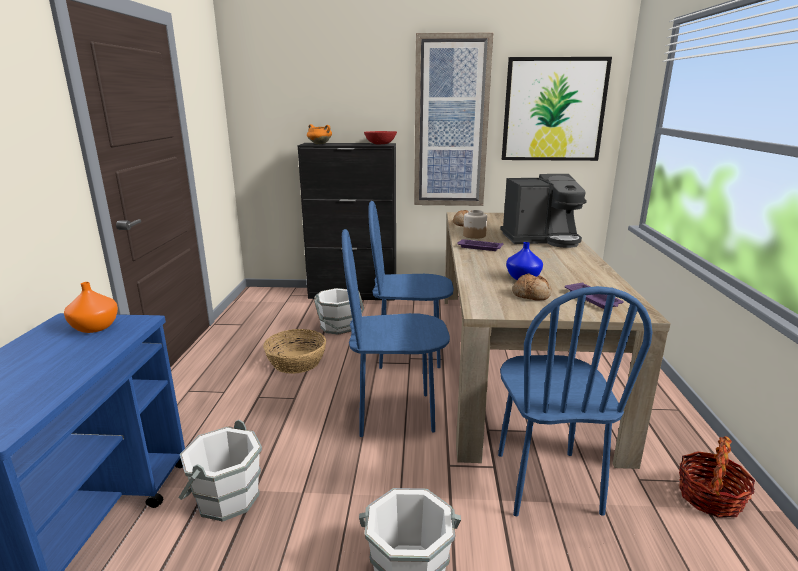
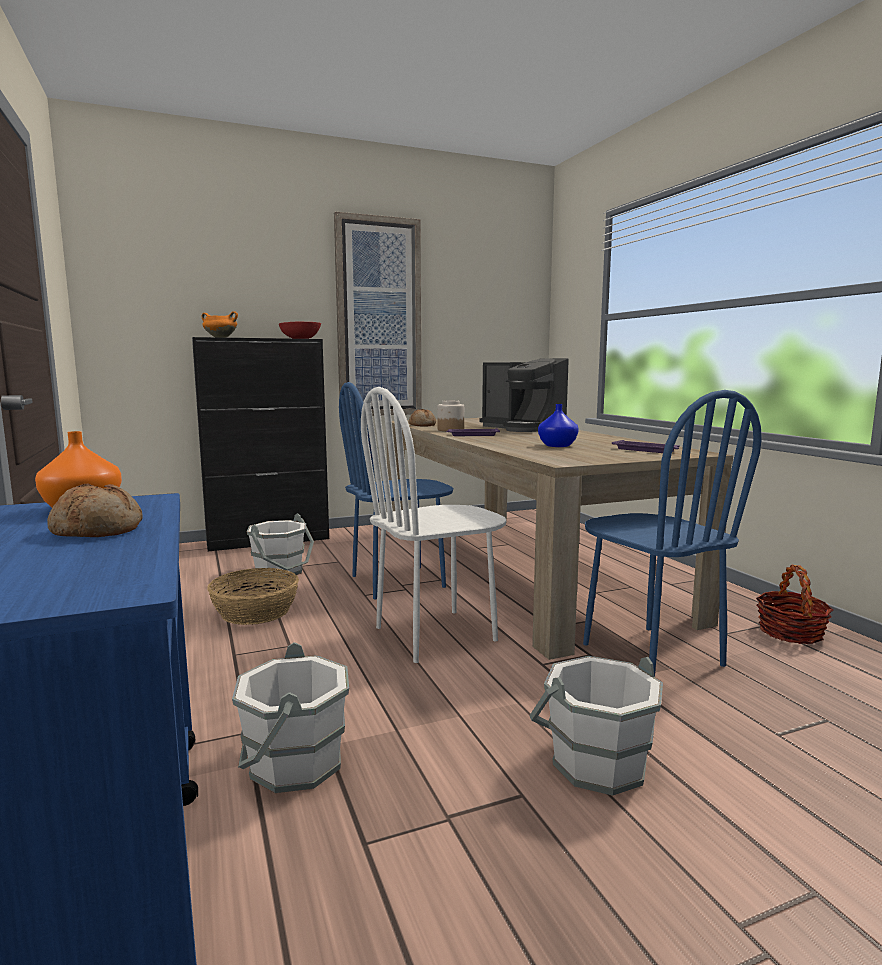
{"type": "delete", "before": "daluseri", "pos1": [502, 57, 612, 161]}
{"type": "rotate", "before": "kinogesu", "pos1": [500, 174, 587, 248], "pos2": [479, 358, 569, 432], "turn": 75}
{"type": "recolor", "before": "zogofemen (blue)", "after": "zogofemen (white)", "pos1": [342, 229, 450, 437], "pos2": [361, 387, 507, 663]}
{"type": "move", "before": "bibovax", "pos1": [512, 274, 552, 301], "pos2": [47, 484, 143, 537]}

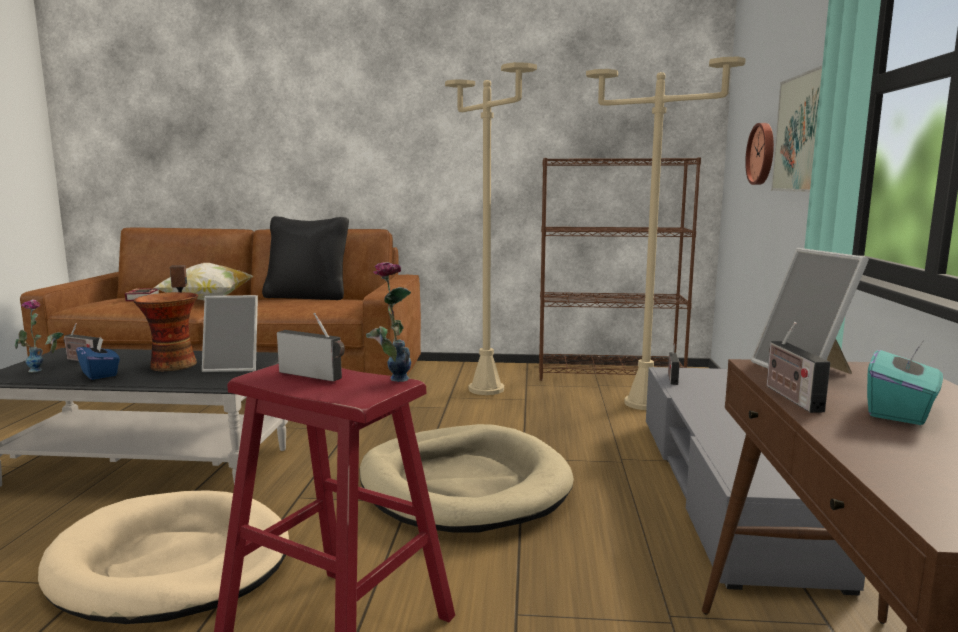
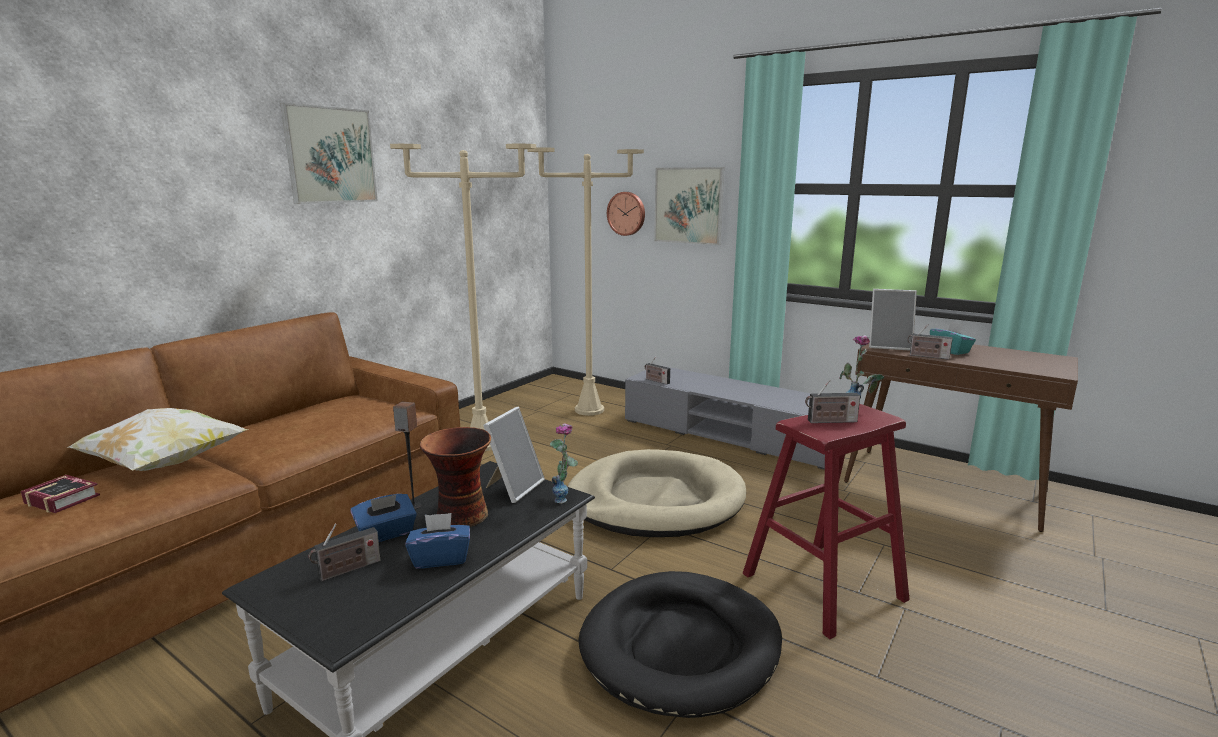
{"type": "delete", "before": "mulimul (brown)", "pos1": [539, 157, 701, 381]}
{"type": "delete", "before": "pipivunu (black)", "pos1": [262, 216, 349, 300]}
{"type": "move", "before": "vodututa", "pos1": [15, 299, 63, 373], "pos2": [550, 423, 578, 504]}
{"type": "rotate", "before": "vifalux", "pos1": [277, 313, 345, 382], "pos2": [805, 380, 860, 423], "turn": -150}
{"type": "recolor", "before": "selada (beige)", "after": "selada (black)", "pos1": [38, 490, 289, 624], "pos2": [578, 571, 782, 718]}
{"type": "insert", "after": "daluseri", "pos2": [280, 103, 378, 204]}
{"type": "insert", "after": "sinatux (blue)", "pos2": [351, 494, 417, 542]}

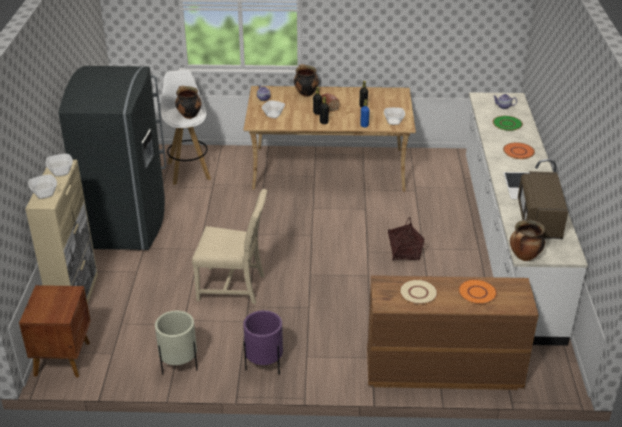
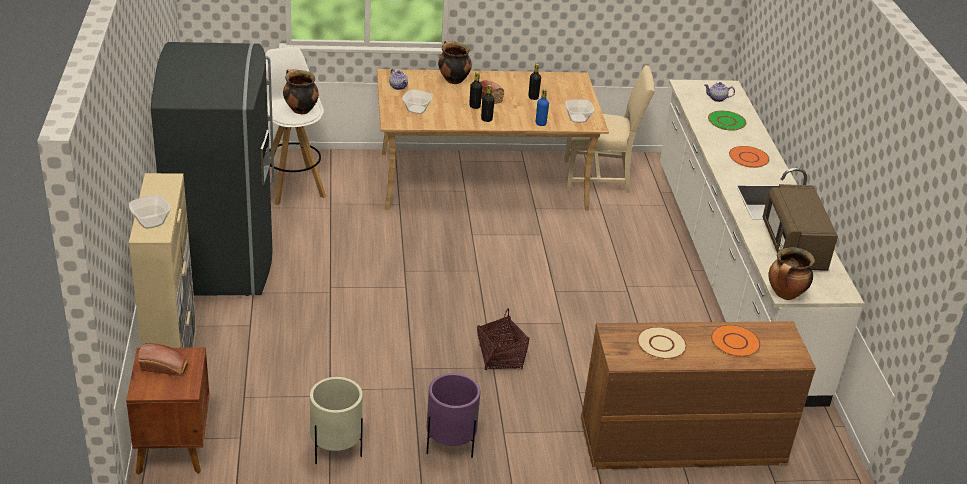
{"type": "delete", "before": "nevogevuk", "pos1": [46, 154, 73, 177]}
{"type": "move", "before": "zogofemen (beige)", "pos1": [192, 189, 268, 304], "pos2": [564, 65, 655, 193]}
{"type": "move", "before": "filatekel", "pos1": [388, 217, 424, 261], "pos2": [477, 308, 530, 370]}
{"type": "insert", "after": "bibovax", "pos2": [138, 343, 188, 376]}

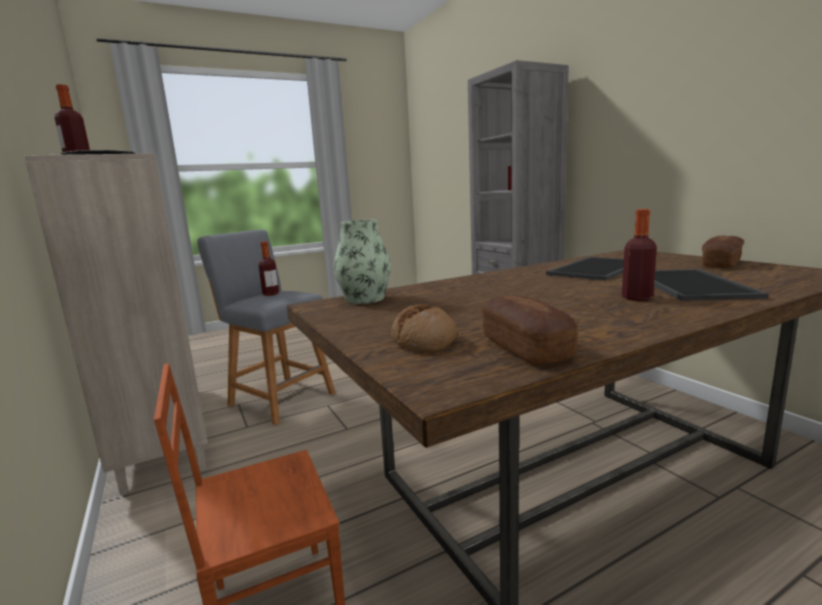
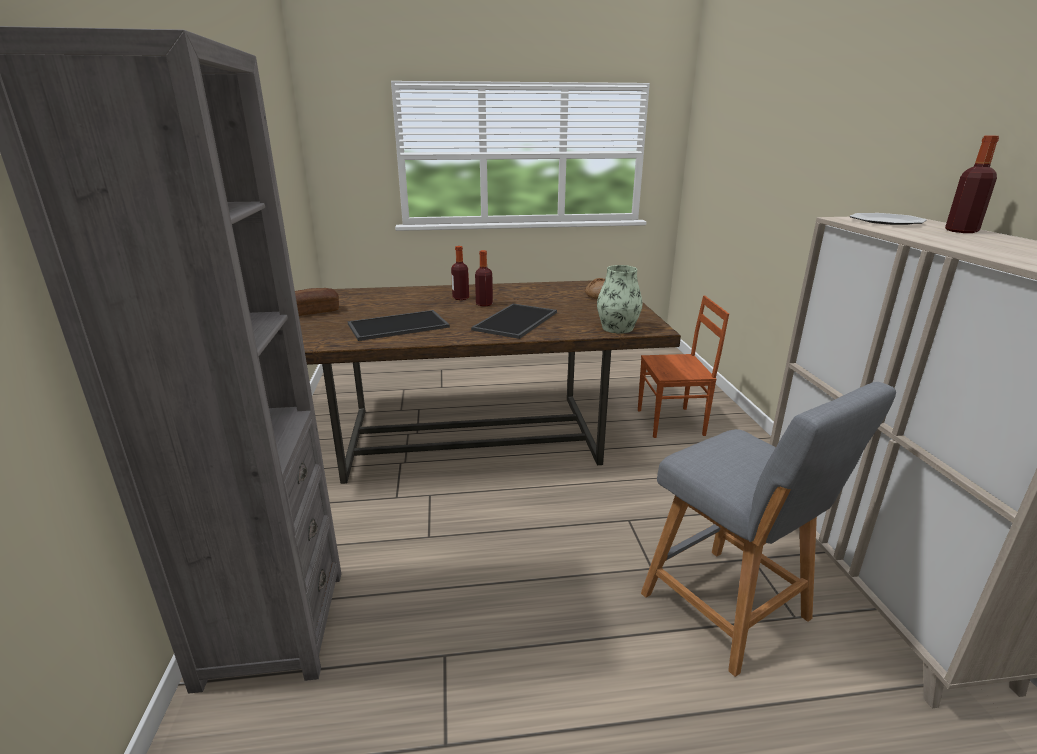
{"type": "move", "before": "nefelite", "pos1": [259, 242, 279, 296], "pos2": [475, 250, 493, 307]}
{"type": "move", "before": "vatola", "pos1": [654, 269, 768, 301], "pos2": [471, 304, 557, 339]}
{"type": "delete", "before": "bibovax", "pos1": [481, 295, 578, 364]}

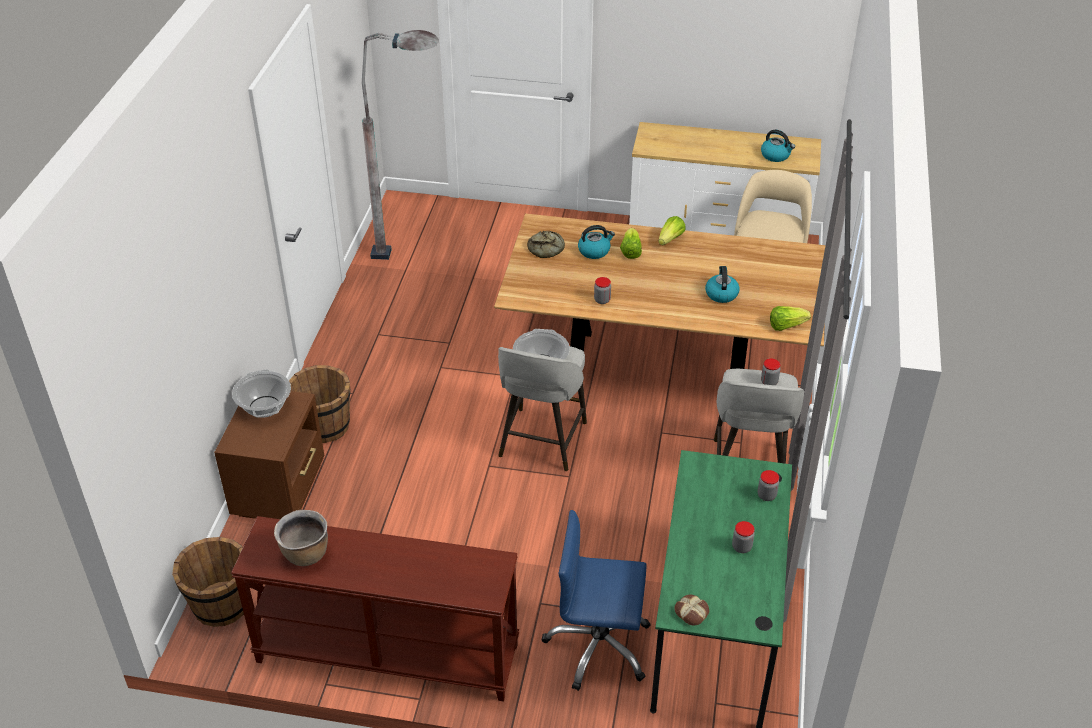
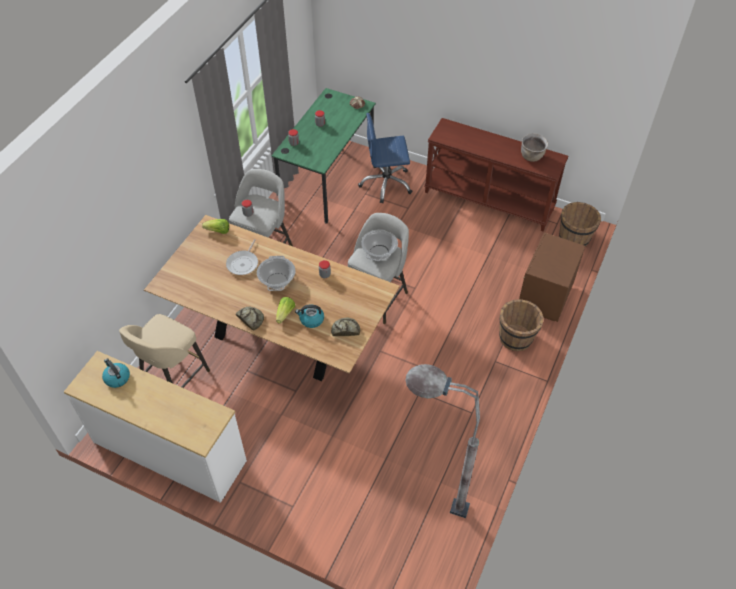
{"type": "replace", "before": "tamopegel", "after": "bibovax", "pos1": [658, 216, 686, 245], "pos2": [236, 307, 264, 331]}
{"type": "replace", "before": "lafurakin", "after": "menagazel", "pos1": [705, 266, 740, 303], "pos2": [226, 239, 258, 275]}
{"type": "move", "before": "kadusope", "pos1": [232, 369, 291, 418], "pos2": [257, 256, 296, 291]}
{"type": "rotate", "before": "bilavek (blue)", "pos1": [542, 510, 650, 691], "pos2": [358, 113, 413, 203], "turn": 150}

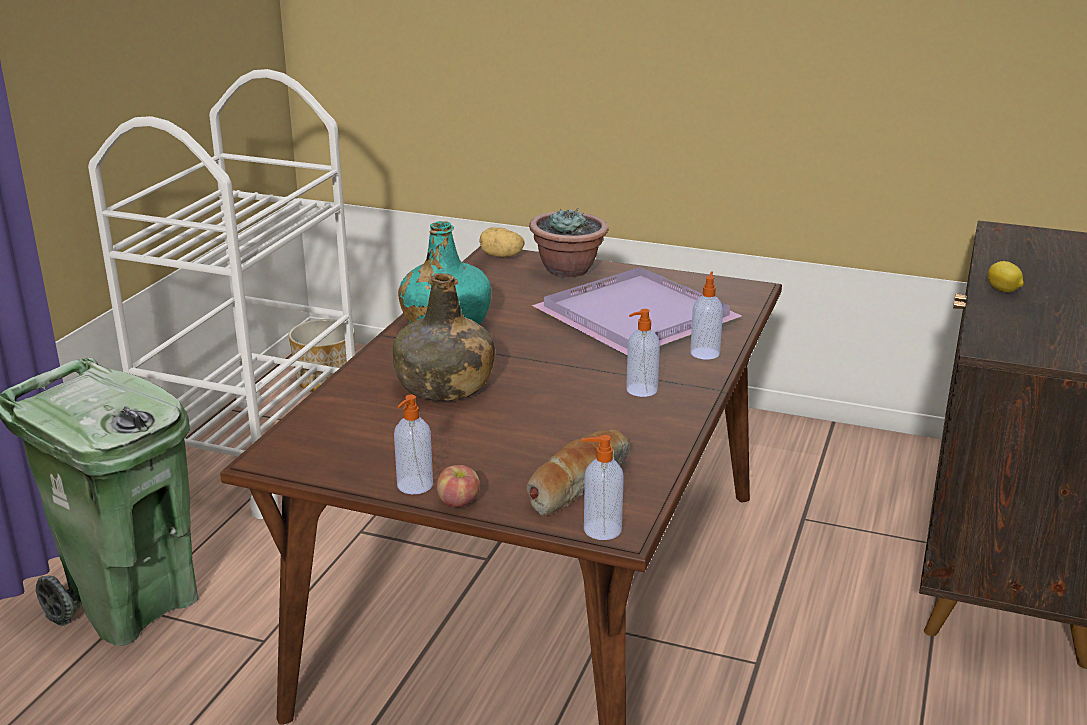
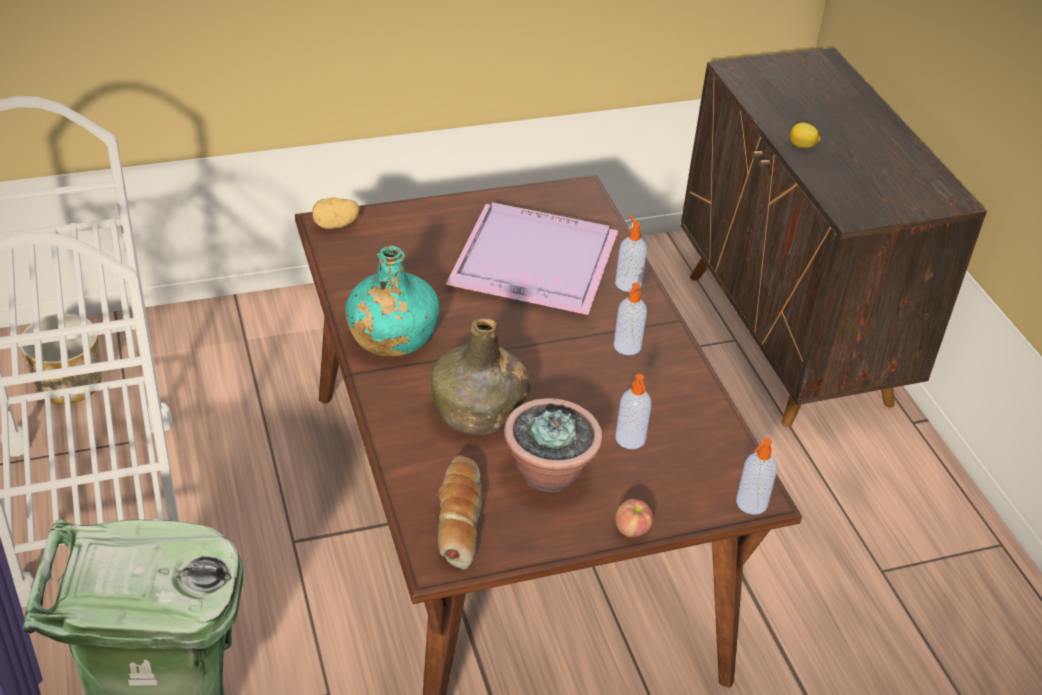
{"type": "move", "before": "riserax", "pos1": [529, 208, 608, 278], "pos2": [504, 398, 603, 492]}
{"type": "move", "before": "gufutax", "pos1": [394, 395, 433, 494], "pos2": [615, 374, 652, 449]}
{"type": "move", "before": "bibovax", "pos1": [526, 430, 629, 516], "pos2": [438, 455, 482, 570]}

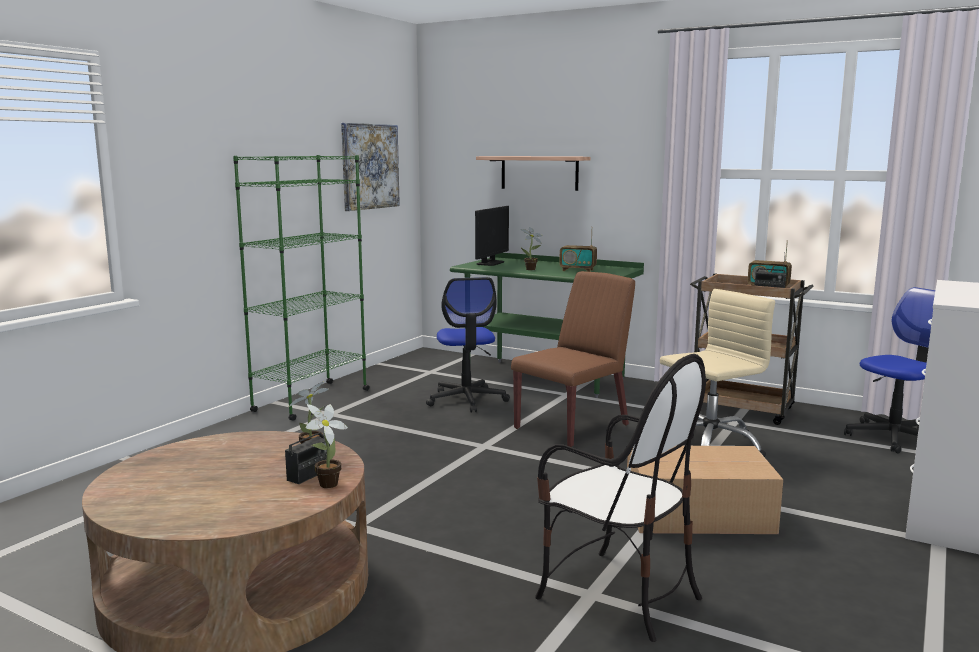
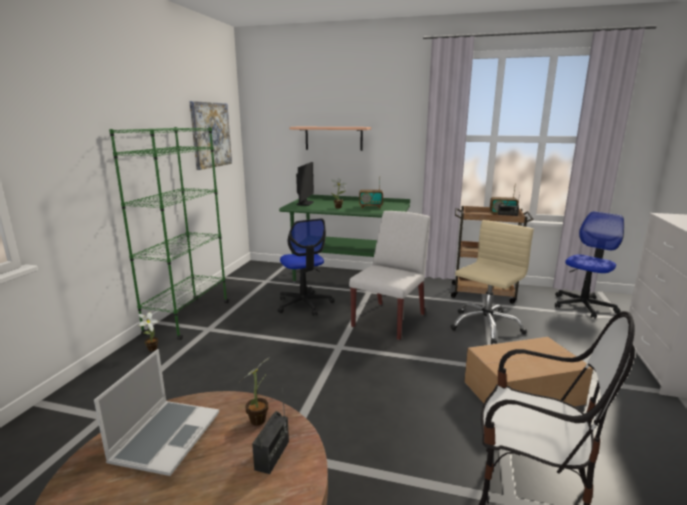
{"type": "recolor", "before": "zogofemen (brown)", "after": "zogofemen (white)", "pos1": [511, 271, 635, 447], "pos2": [349, 211, 430, 340]}
{"type": "move", "before": "riserax", "pos1": [306, 404, 348, 488], "pos2": [138, 312, 160, 351]}
{"type": "insert", "after": "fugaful", "pos2": [94, 349, 219, 476]}

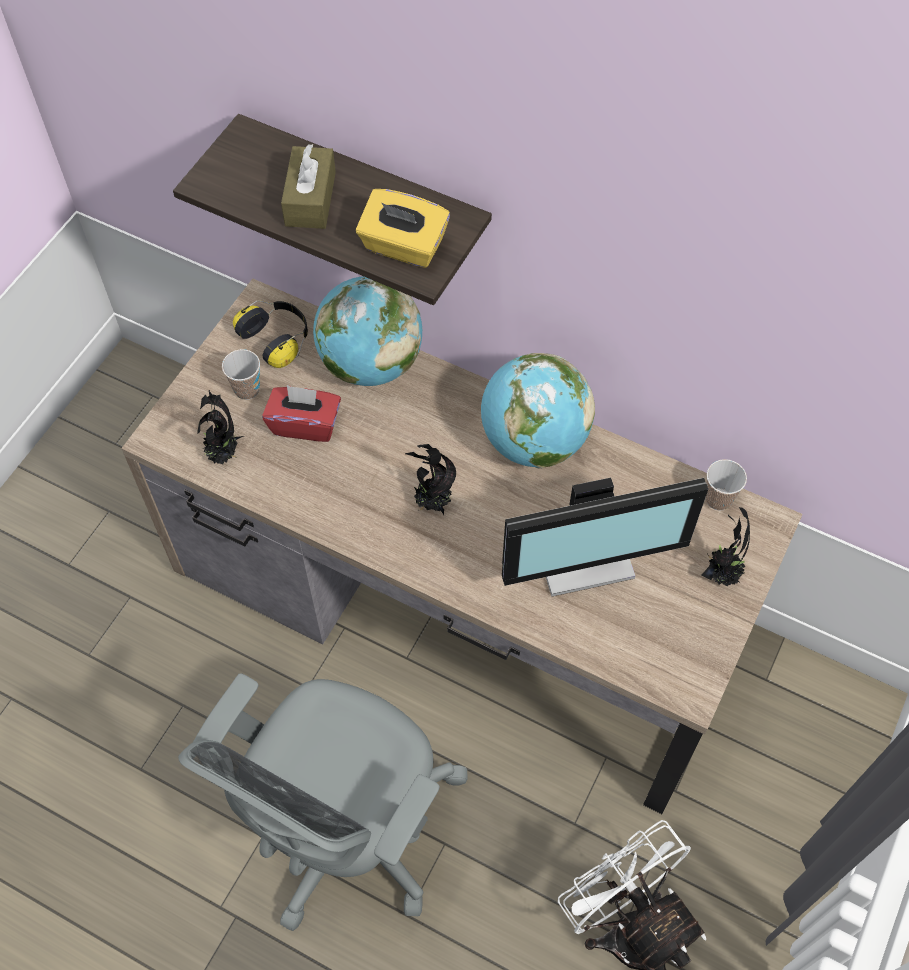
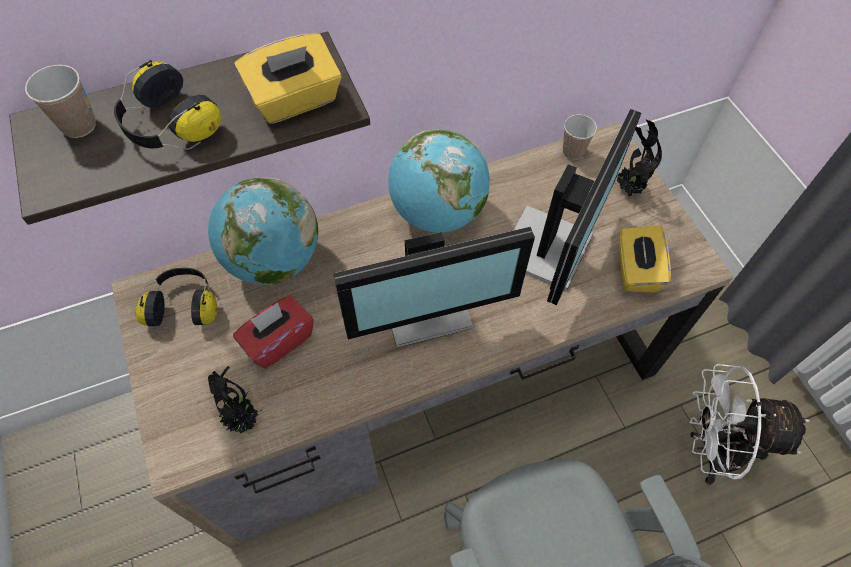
{"type": "replace", "before": "sinatux (brown)", "after": "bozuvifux", "pos1": [281, 144, 336, 229], "pos2": [114, 60, 221, 150]}
{"type": "move", "before": "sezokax", "pos1": [222, 349, 260, 400], "pos2": [25, 65, 96, 138]}
{"type": "replace", "before": "riserax", "after": "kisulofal", "pos1": [404, 444, 456, 515], "pos2": [333, 227, 535, 348]}
{"type": "insert", "after": "sinatux (yellow)", "pos2": [619, 225, 671, 293]}

